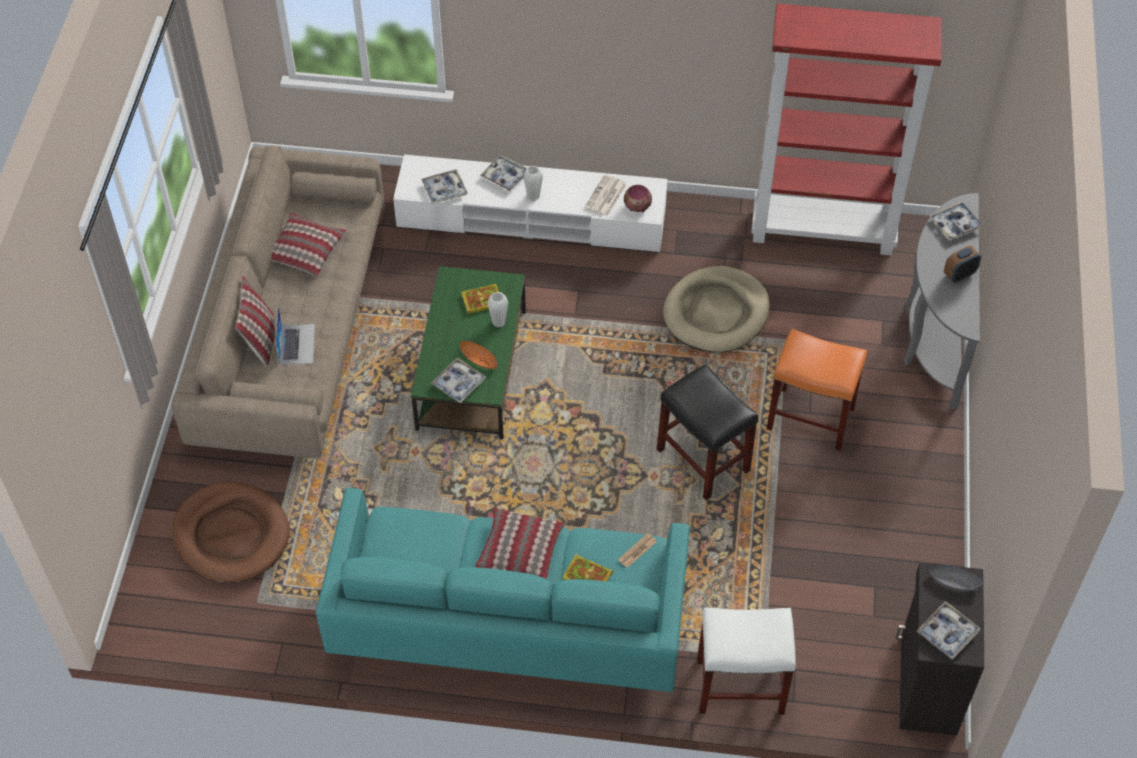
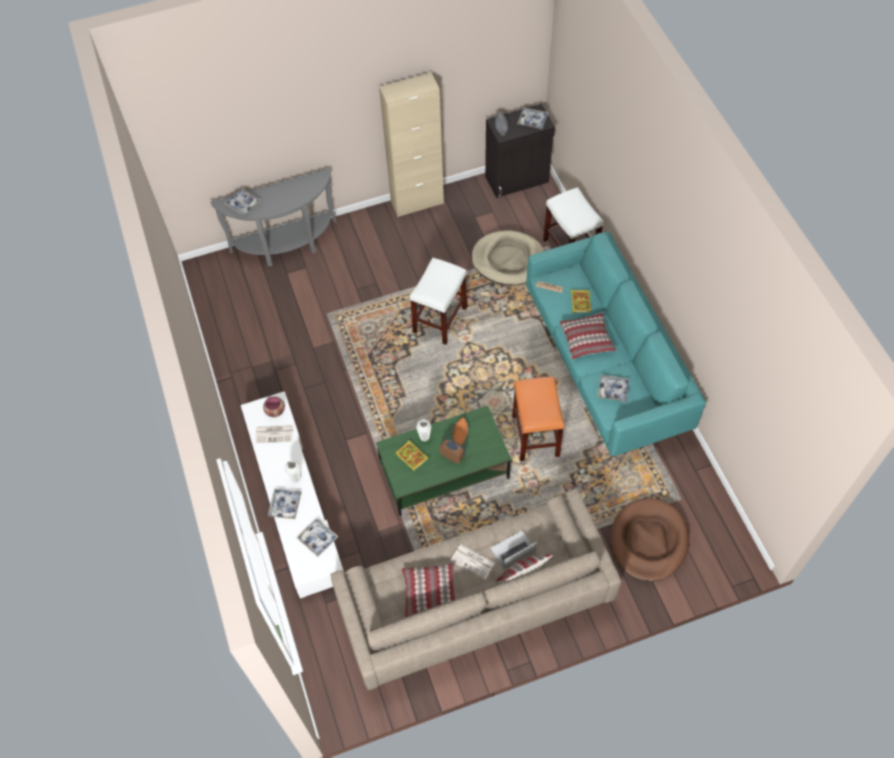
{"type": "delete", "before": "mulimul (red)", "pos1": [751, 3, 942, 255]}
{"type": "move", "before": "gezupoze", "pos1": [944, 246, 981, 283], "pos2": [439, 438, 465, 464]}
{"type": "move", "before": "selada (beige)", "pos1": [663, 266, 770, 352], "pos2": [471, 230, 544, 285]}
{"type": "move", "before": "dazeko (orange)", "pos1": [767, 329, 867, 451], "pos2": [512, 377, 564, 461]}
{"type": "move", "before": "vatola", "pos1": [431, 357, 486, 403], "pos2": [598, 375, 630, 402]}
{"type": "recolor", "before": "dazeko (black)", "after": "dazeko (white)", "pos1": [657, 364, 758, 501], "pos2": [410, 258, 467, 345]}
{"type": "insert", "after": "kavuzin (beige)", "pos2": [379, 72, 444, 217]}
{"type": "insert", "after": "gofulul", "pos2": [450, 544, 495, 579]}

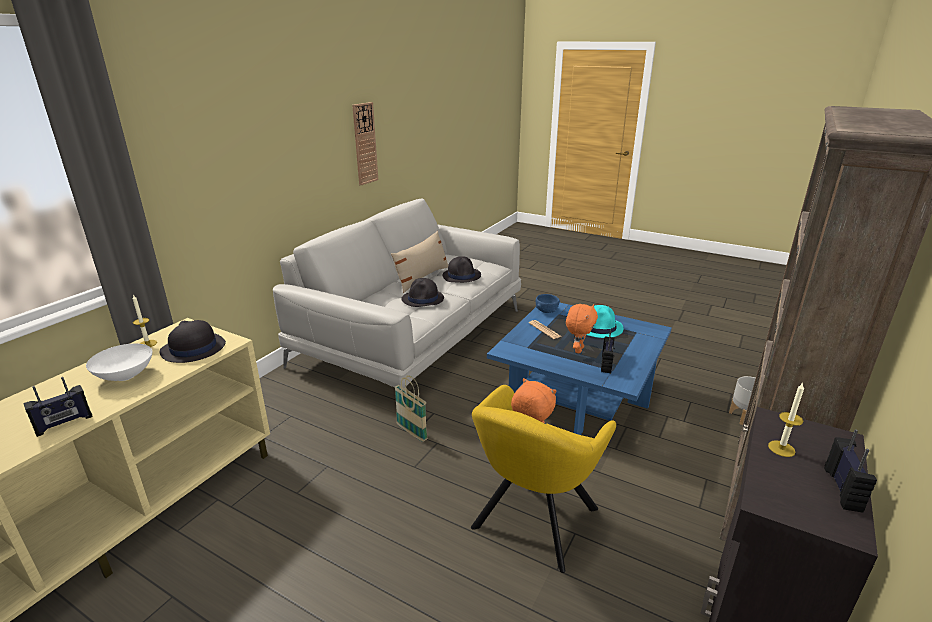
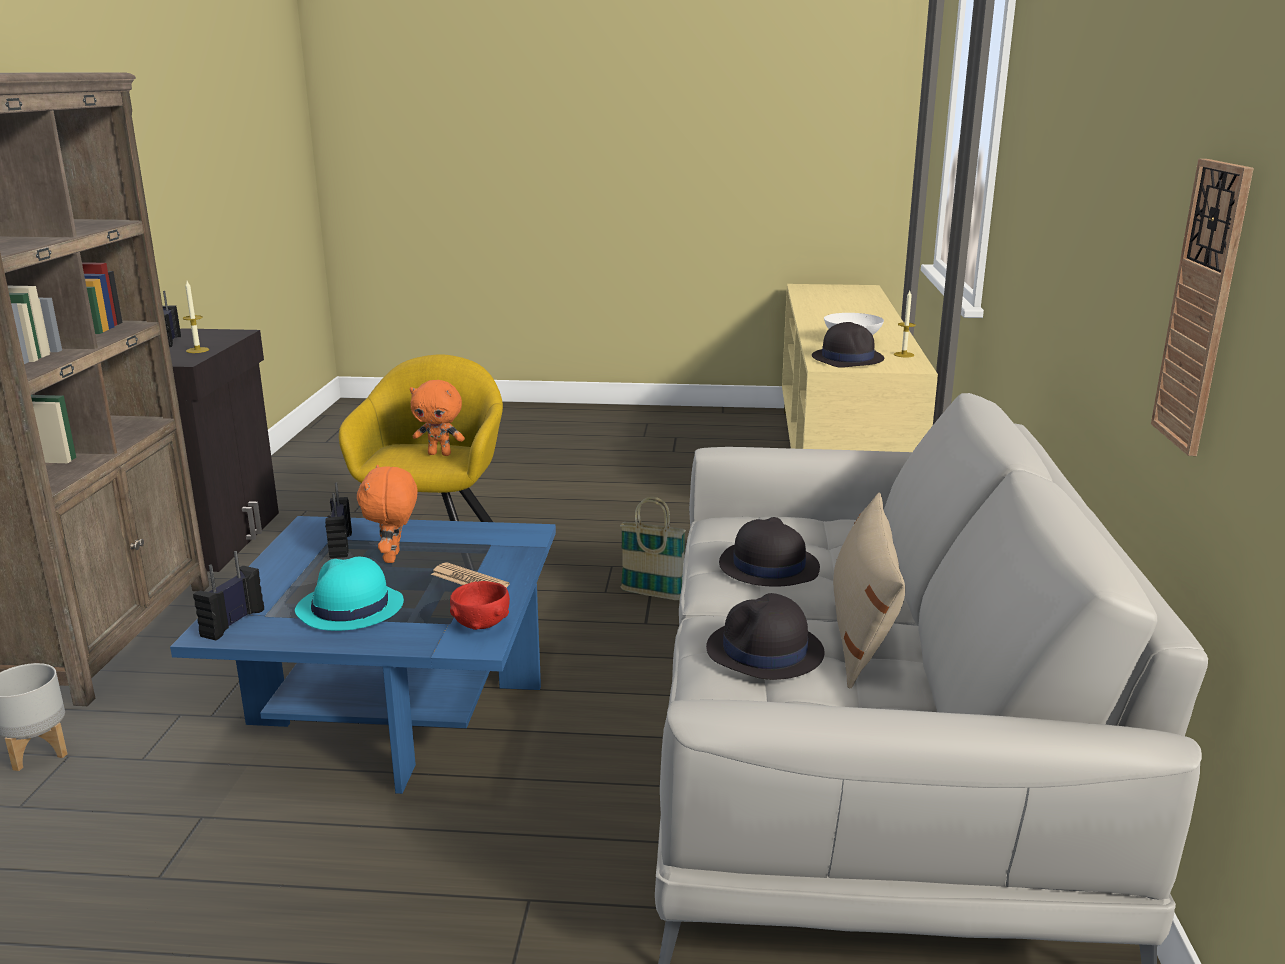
{"type": "recolor", "before": "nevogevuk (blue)", "after": "nevogevuk (red)", "pos1": [536, 294, 560, 313], "pos2": [450, 581, 510, 630]}
{"type": "move", "before": "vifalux", "pos1": [23, 377, 93, 437], "pos2": [193, 551, 264, 641]}

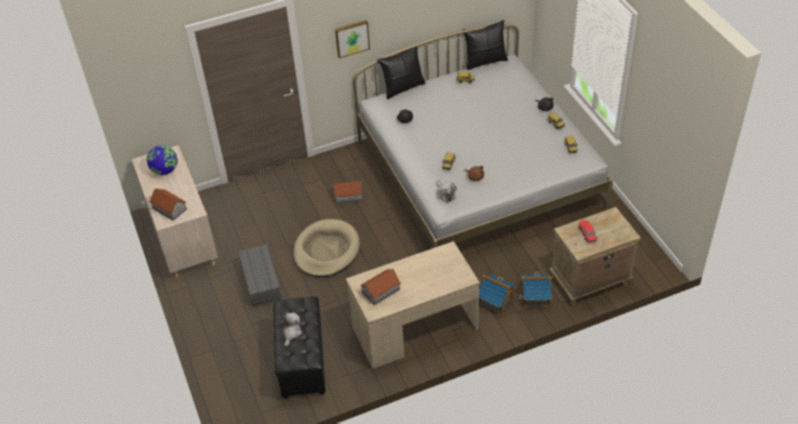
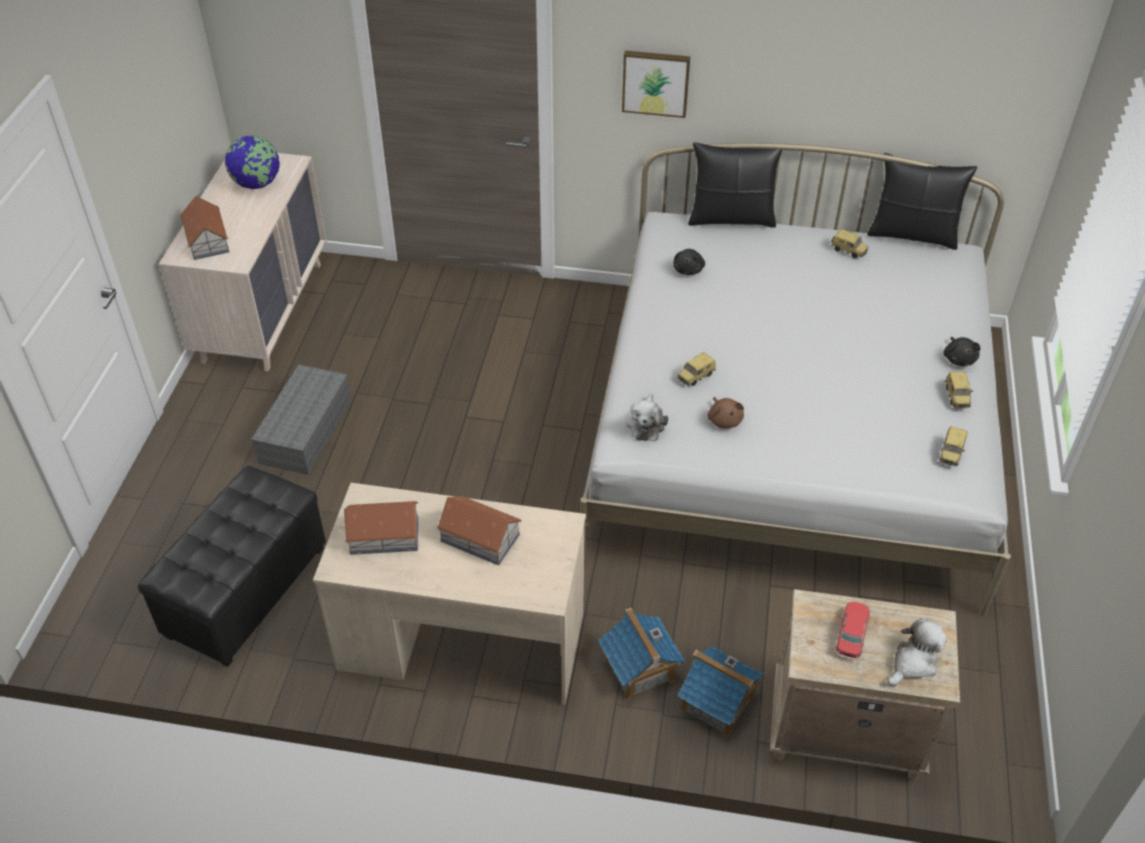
{"type": "move", "before": "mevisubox", "pos1": [333, 181, 363, 203], "pos2": [437, 496, 522, 565]}
{"type": "delete", "before": "selada (beige)", "pos1": [293, 219, 360, 277]}
{"type": "move", "before": "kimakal", "pos1": [281, 312, 302, 347], "pos2": [887, 618, 947, 686]}

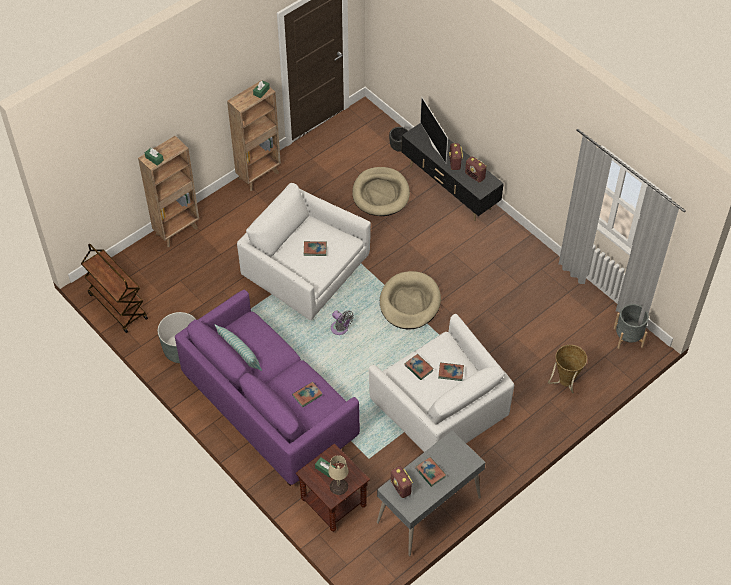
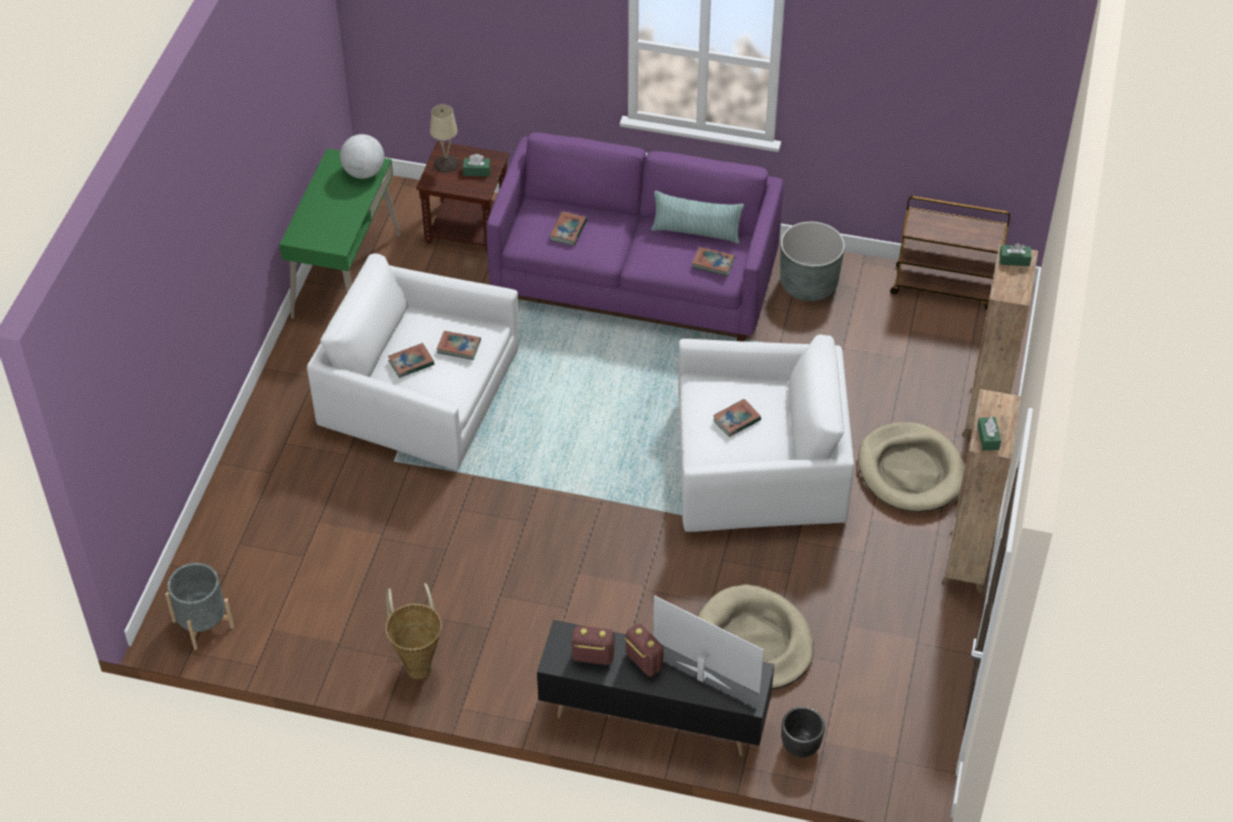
{"type": "move", "before": "selada (beige)", "pos1": [380, 271, 441, 329], "pos2": [858, 422, 965, 512]}
{"type": "delete", "before": "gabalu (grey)", "pos1": [331, 310, 354, 335]}
{"type": "move", "before": "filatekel", "pos1": [548, 345, 587, 393], "pos2": [386, 583, 442, 680]}
{"type": "recolor", "before": "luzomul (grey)", "after": "luzomul (green)", "pos1": [377, 431, 486, 556], "pos2": [279, 148, 400, 319]}
{"type": "move", "before": "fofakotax", "pos1": [415, 457, 446, 487], "pos2": [692, 247, 735, 276]}
{"type": "replace", "before": "vifalux", "after": "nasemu", "pos1": [391, 466, 413, 498], "pos2": [340, 134, 384, 179]}

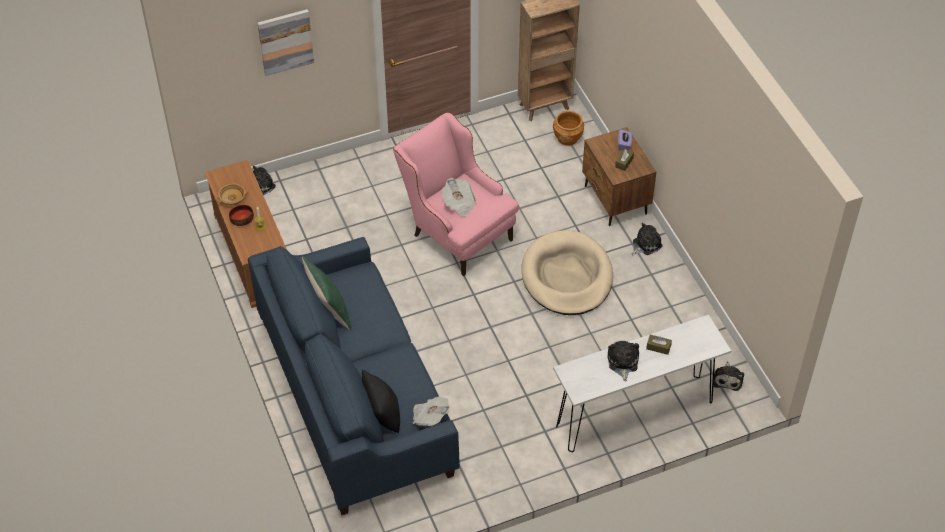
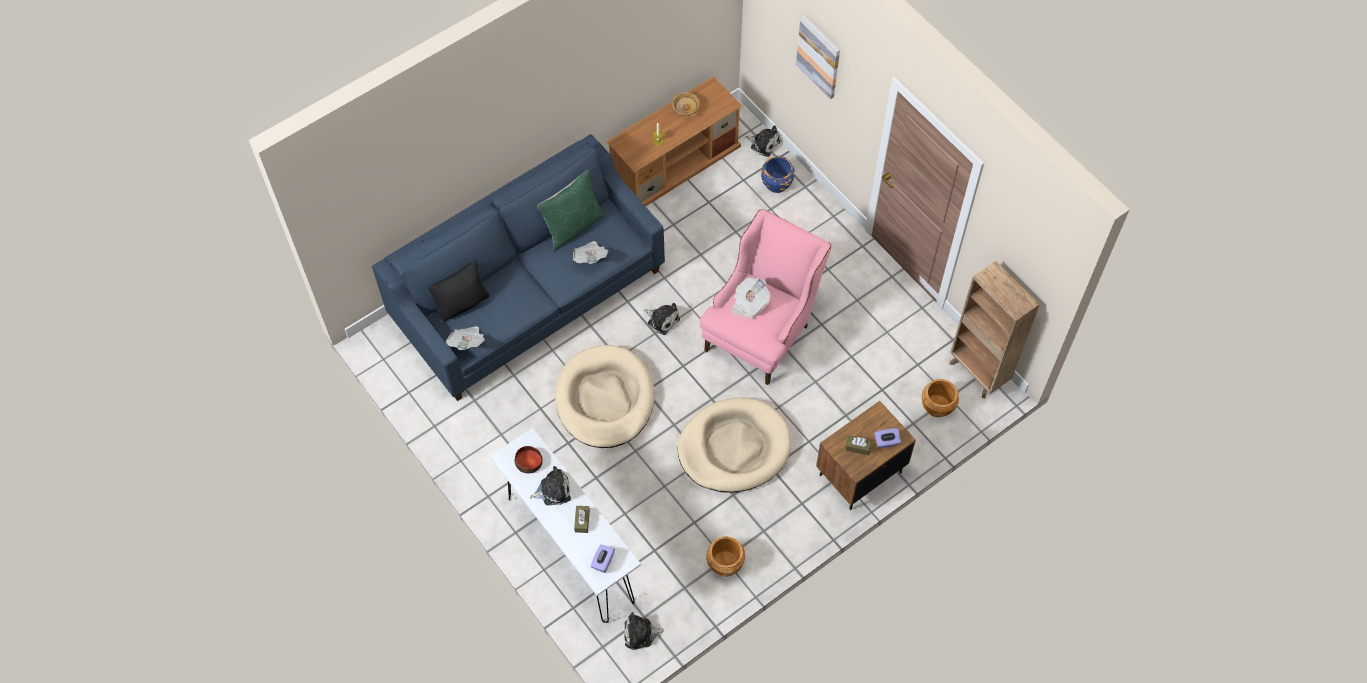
{"type": "move", "before": "nevogevuk", "pos1": [229, 205, 254, 226], "pos2": [515, 446, 543, 473]}
{"type": "move", "before": "kimakal", "pos1": [632, 223, 663, 255], "pos2": [644, 303, 680, 335]}
{"type": "insert", "after": "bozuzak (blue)", "pos2": [761, 156, 795, 193]}
{"type": "insert", "after": "gofulul", "pos2": [573, 241, 609, 264]}
{"type": "insert", "after": "selada (beige)", "pos2": [555, 345, 654, 448]}
{"type": "insert", "after": "bozuzak (brown)", "pos2": [706, 536, 745, 577]}
{"type": "insert", "after": "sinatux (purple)", "pos2": [591, 545, 615, 573]}

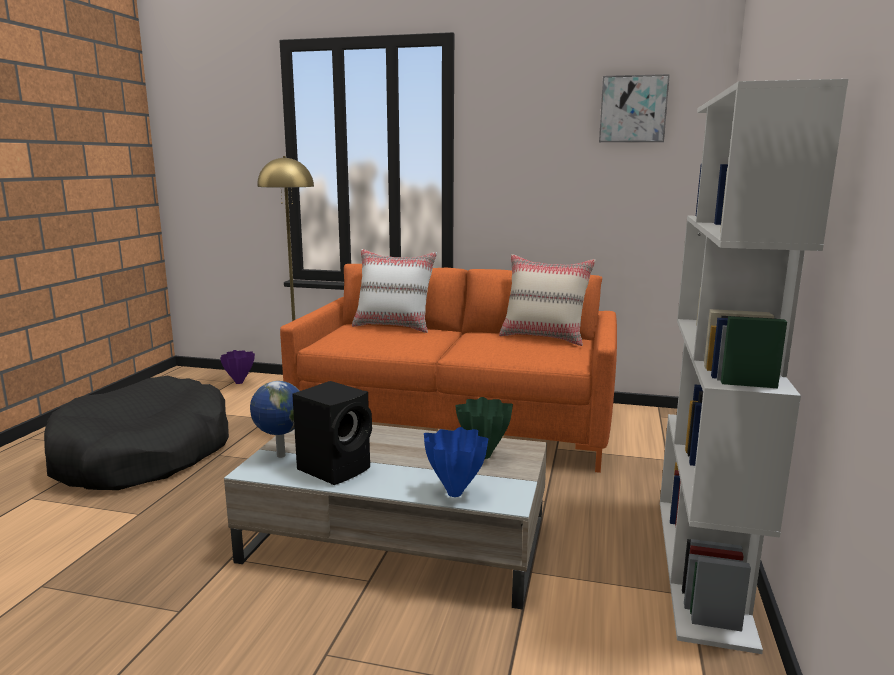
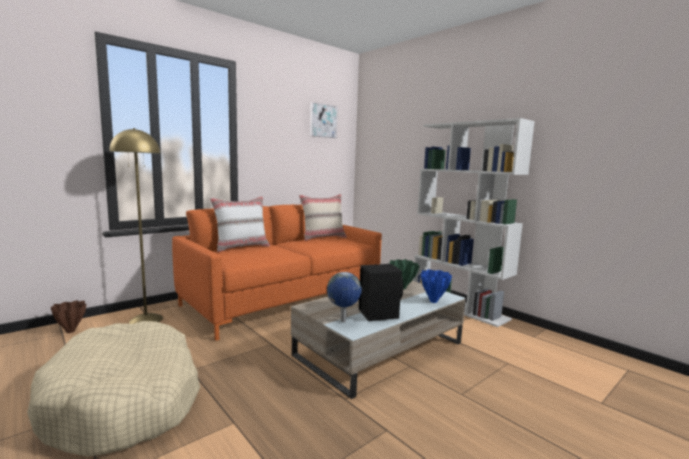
{"type": "recolor", "before": "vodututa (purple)", "after": "vodututa (brown)", "pos1": [220, 350, 255, 384], "pos2": [51, 300, 86, 333]}
{"type": "recolor", "before": "selada (black)", "after": "selada (beige)", "pos1": [44, 376, 229, 490], "pos2": [27, 321, 200, 456]}

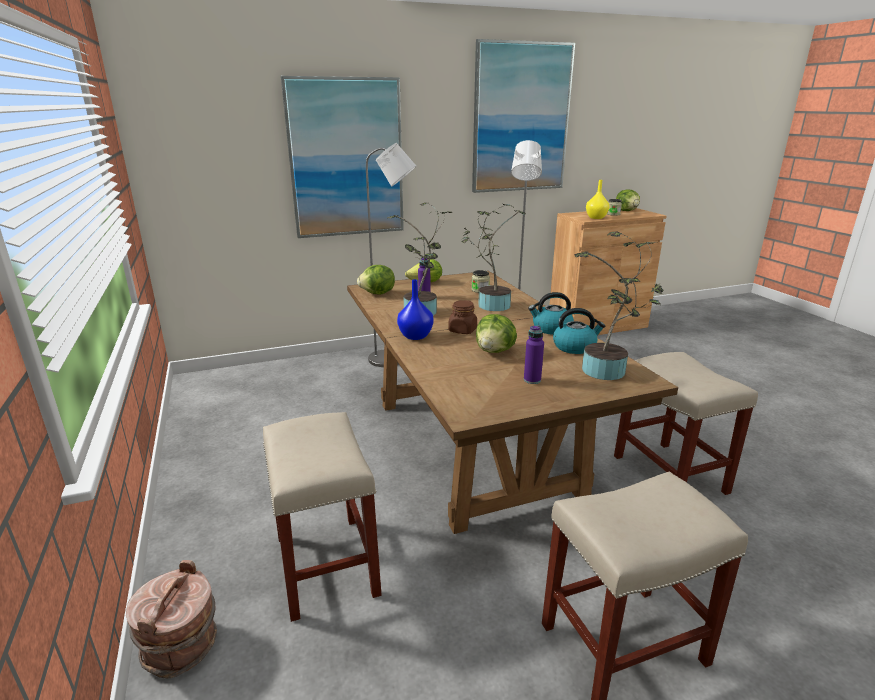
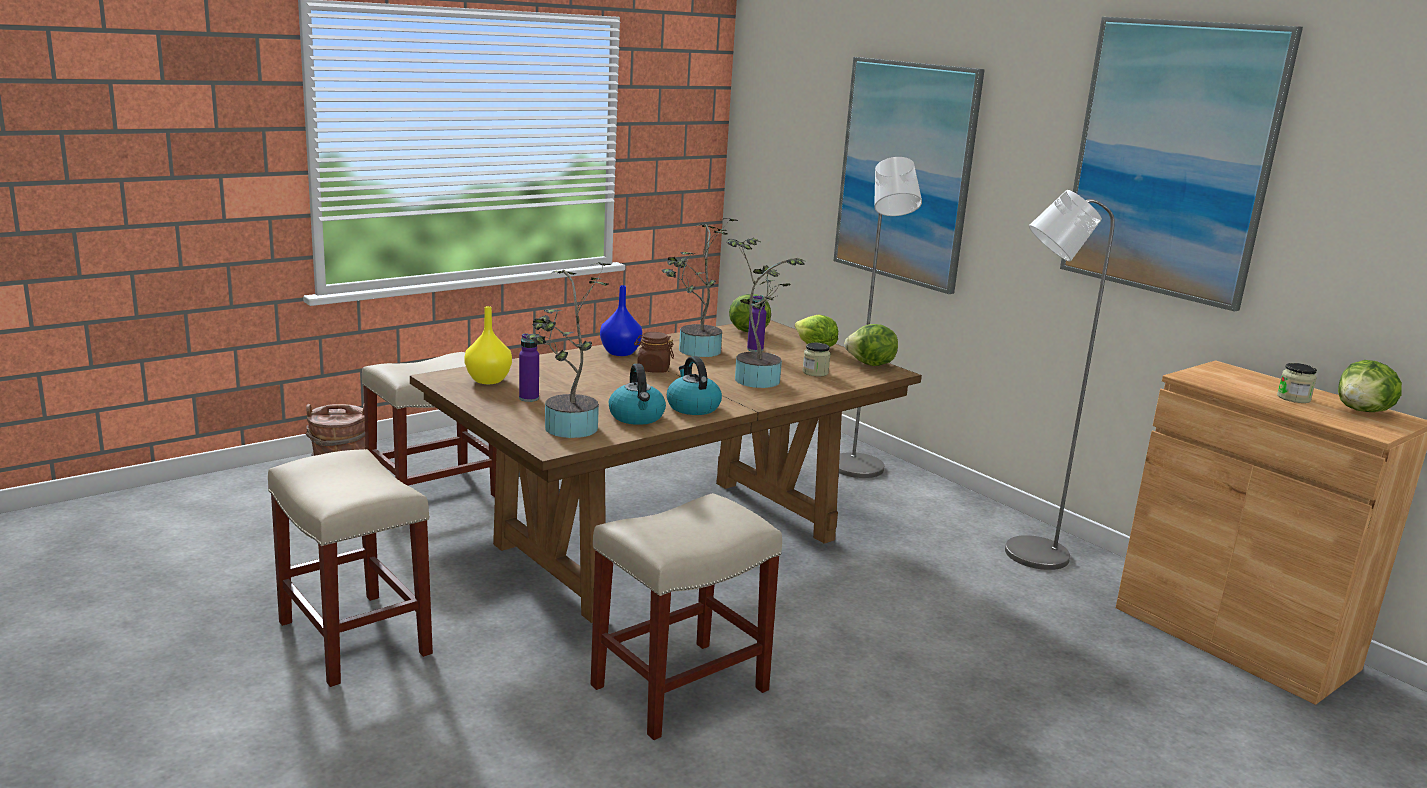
{"type": "move", "before": "vodututa (yellow)", "pos1": [586, 180, 610, 219], "pos2": [464, 306, 512, 384]}
{"type": "move", "before": "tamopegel", "pos1": [476, 314, 517, 353], "pos2": [844, 324, 898, 366]}

